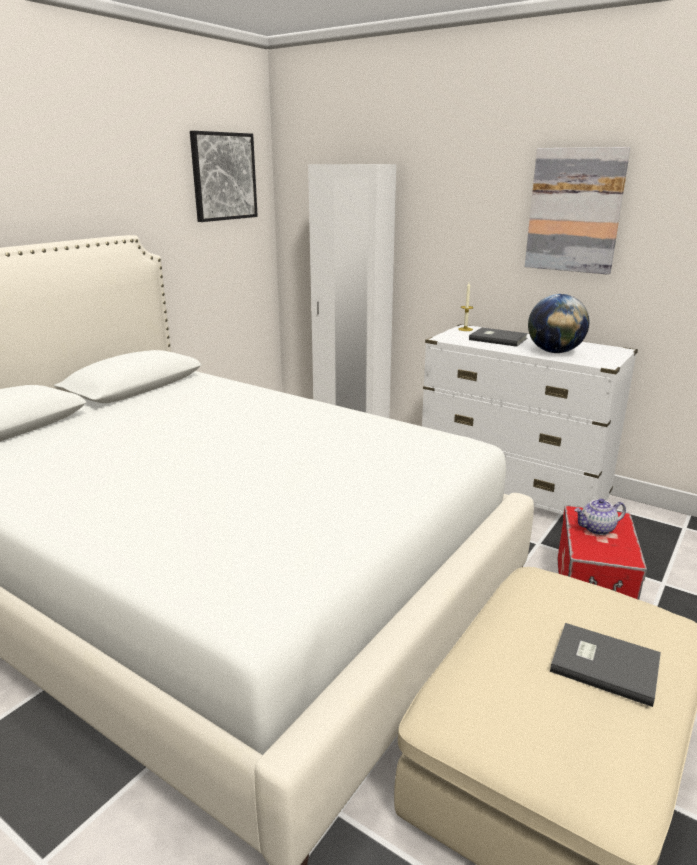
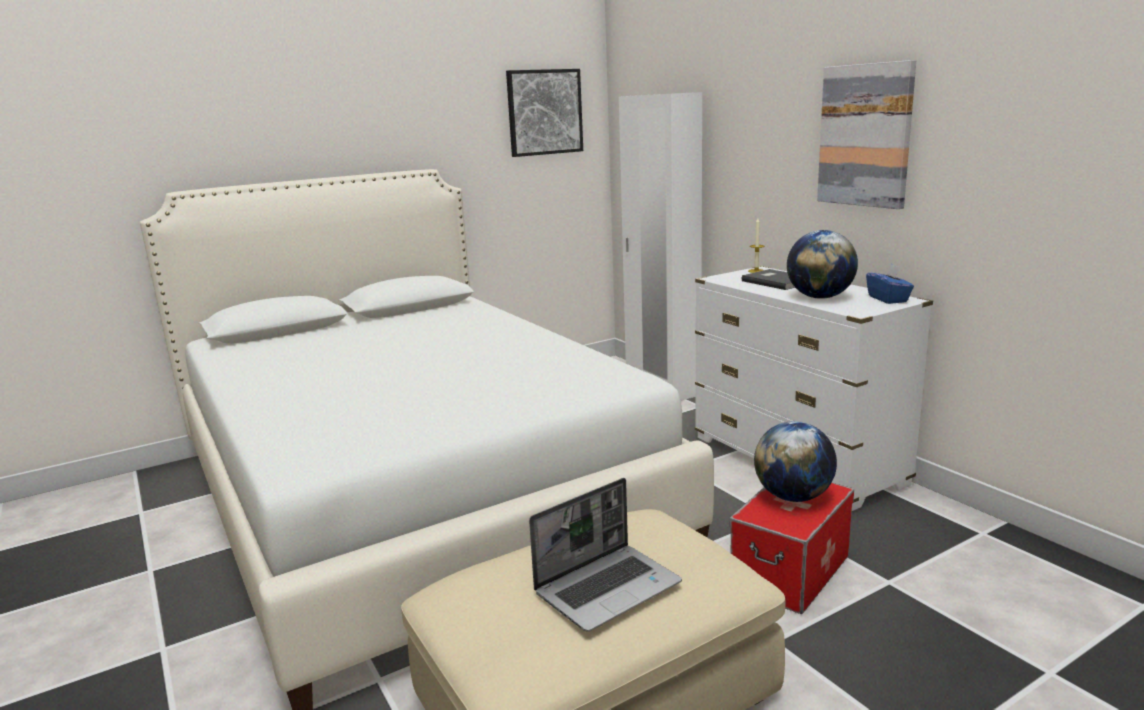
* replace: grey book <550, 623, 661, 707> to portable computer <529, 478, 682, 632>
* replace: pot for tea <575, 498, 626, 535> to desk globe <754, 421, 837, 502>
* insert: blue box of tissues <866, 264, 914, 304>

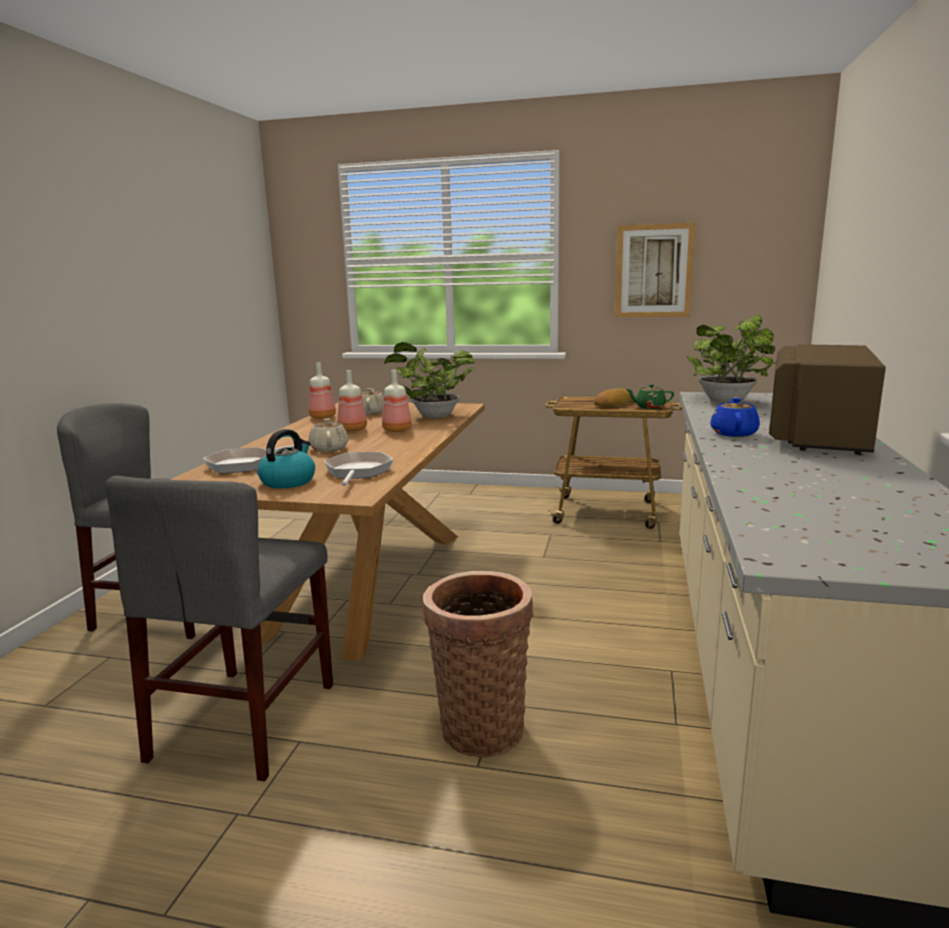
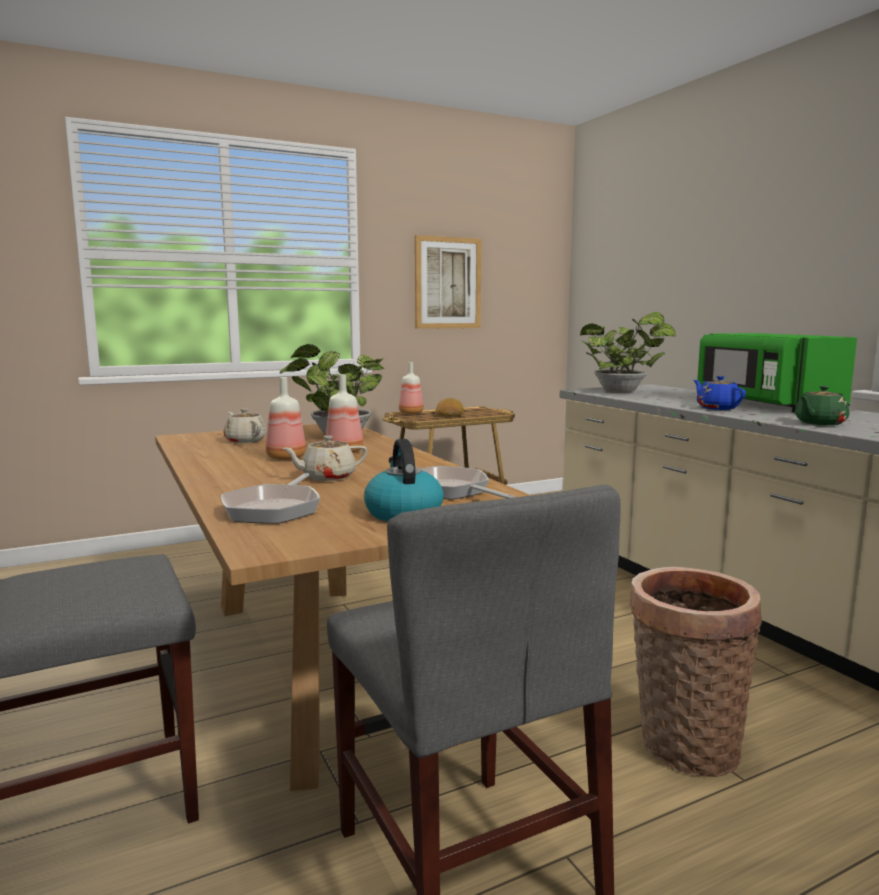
* rotate: sand-coloured pot for tea <308, 418, 348, 452> = <282, 436, 367, 481> 60 degrees counterclockwise
* move: beverage bottle <309, 362, 336, 419> to <399, 362, 424, 414>
* recolor: brownish microwave <769, 344, 886, 455> to green microwave <697, 333, 857, 412>
* move: green pot for tea <626, 384, 674, 409> to <795, 386, 850, 425>

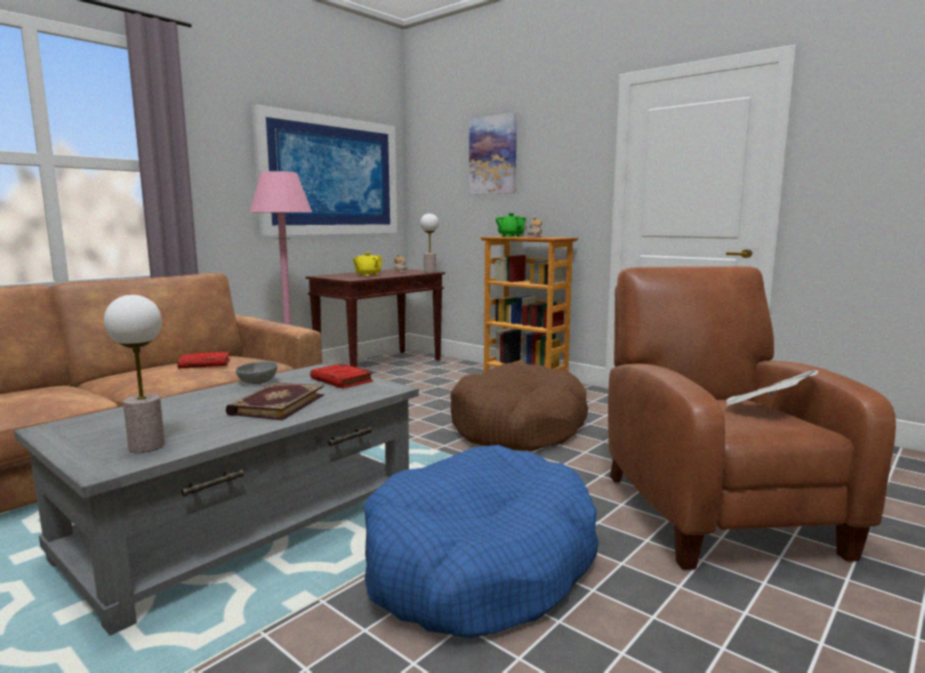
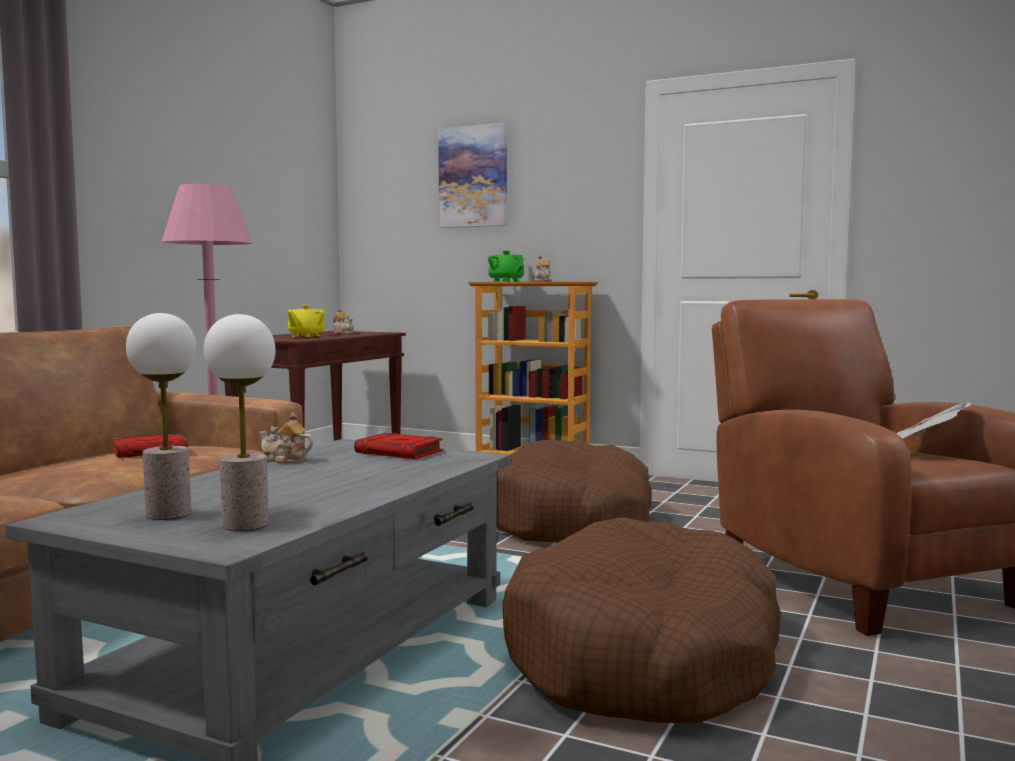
* move: tabletop lamp <420, 213, 439, 273> to <126, 313, 196, 520>
* replace: grey serving bowl <236, 361, 277, 384> to pot for tea <259, 413, 314, 463>
* recolor: blue dog bed <364, 445, 599, 638> to brownish dog bed <502, 517, 781, 723>
* delete: book <226, 382, 324, 420>
* delete: wall art <252, 104, 397, 236>

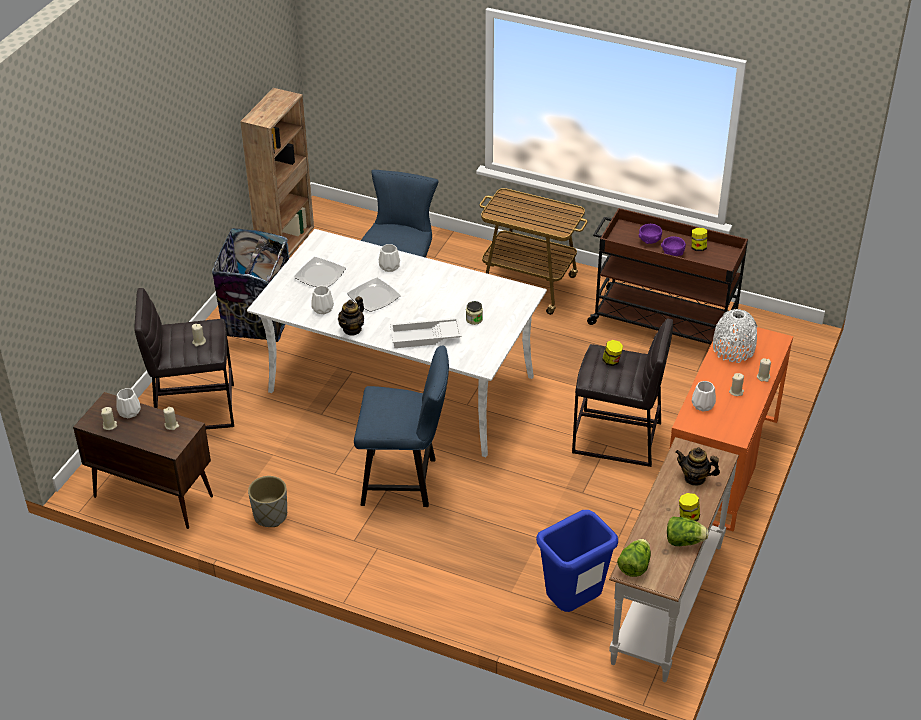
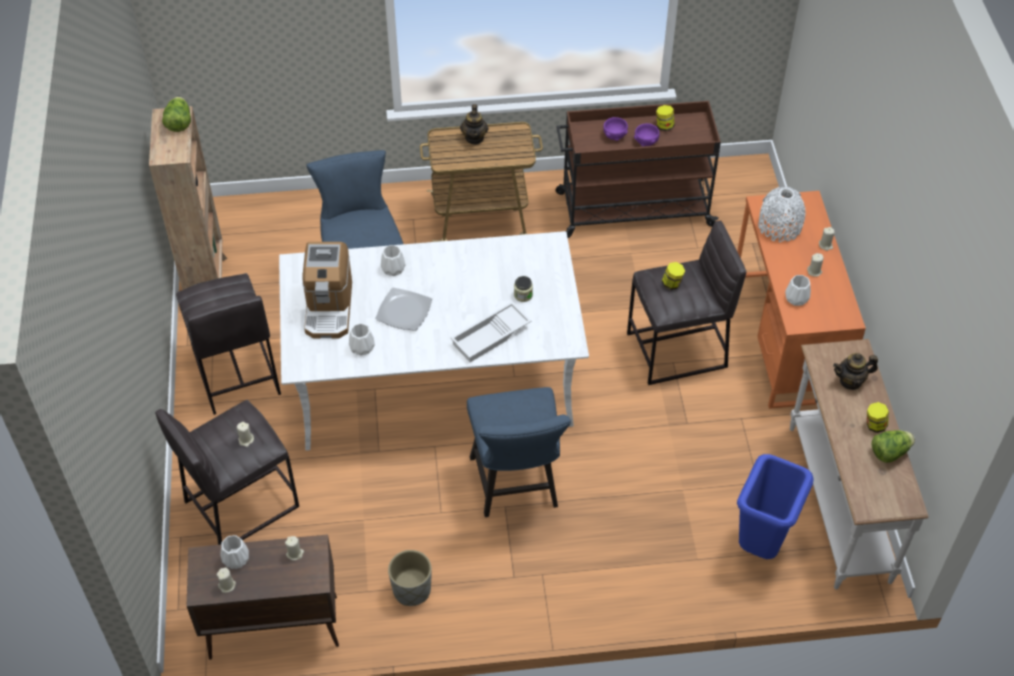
* move: lettuce head <617, 539, 651, 577> to <162, 97, 191, 132>
* replace: rubbish bin <212, 228, 290, 342> to grey stool seat <176, 273, 281, 415>
* replace: dinner plate <294, 257, 346, 287> to coffee machine <302, 242, 352, 339>
* move: pot for tea <338, 296, 364, 336> to <460, 104, 488, 144>
* rotate: blue upright chair <354, 346, 449, 507> = <467, 387, 571, 517> 105 degrees clockwise

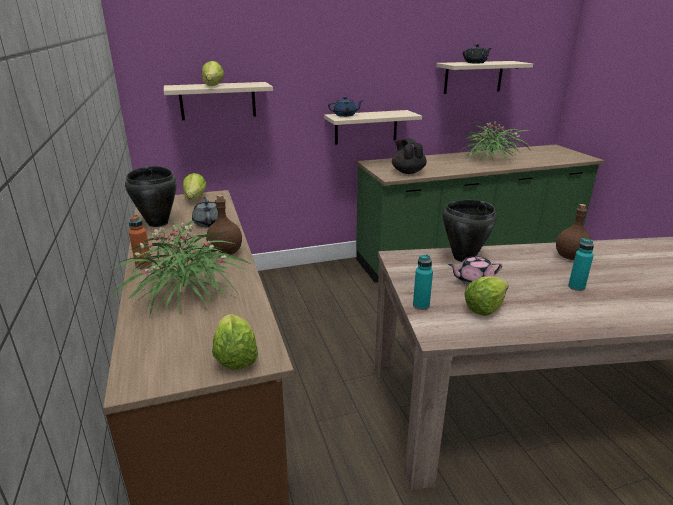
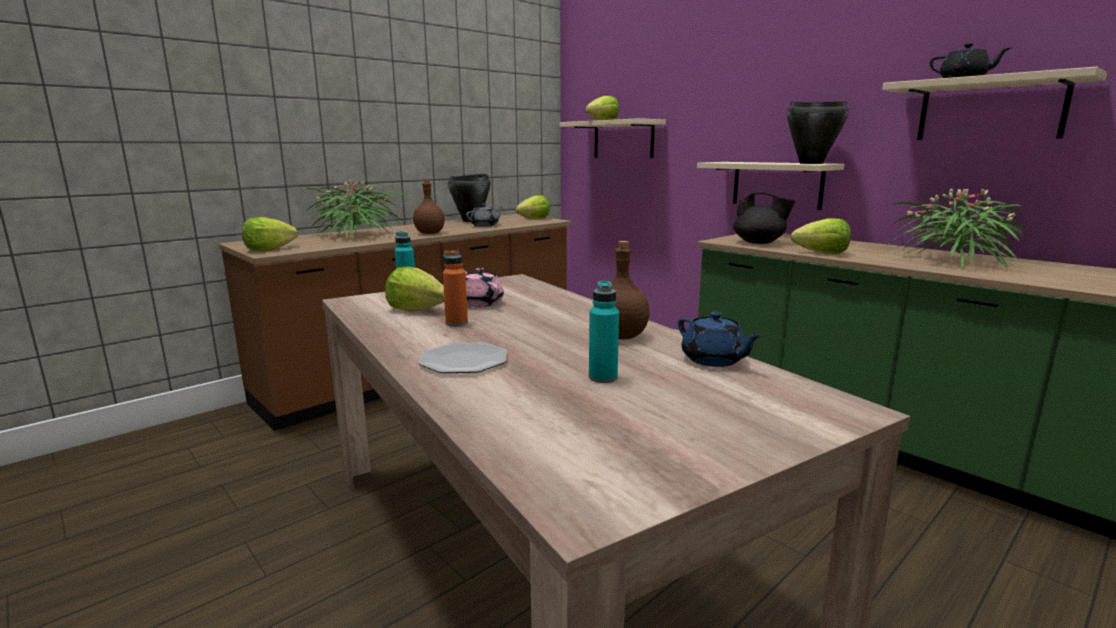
* insert: dinner plate <419, 342, 507, 373>
* move: orange beverage bottle <129, 215, 152, 269> to <443, 250, 468, 327>
* move: blue-green beverage bottle <568, 238, 594, 291> to <589, 281, 619, 383>
* move: blue pot for tea <328, 97, 364, 117> to <678, 312, 762, 367>
* rotate: black pot for tea <392, 139, 427, 174> = <733, 192, 796, 244> 75 degrees clockwise
* move: black stockpot <443, 200, 497, 262> to <787, 101, 849, 164>
* insert: lettuce head <791, 218, 851, 254>

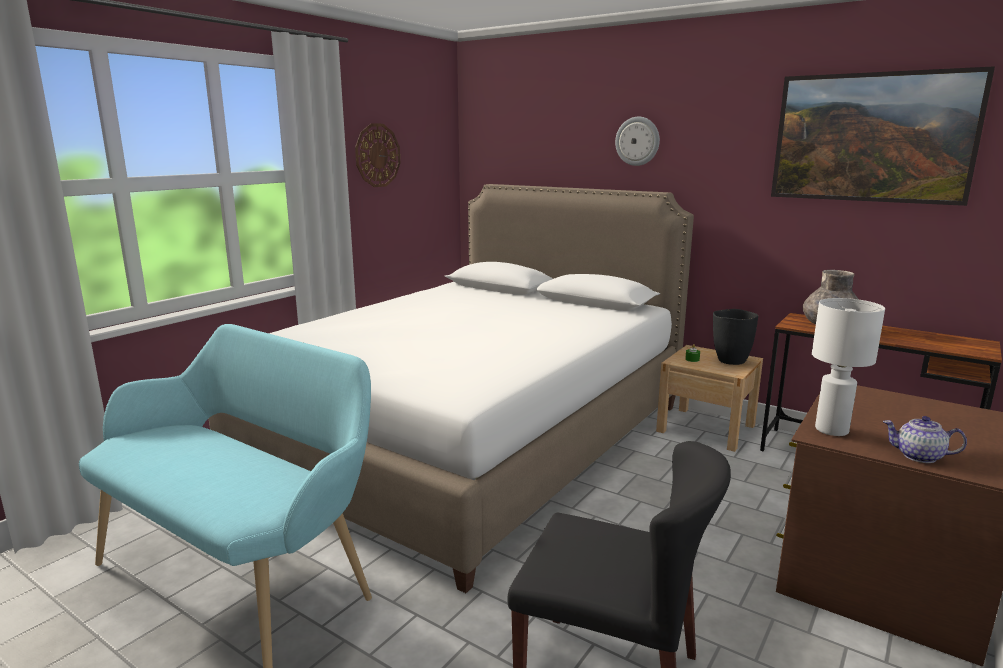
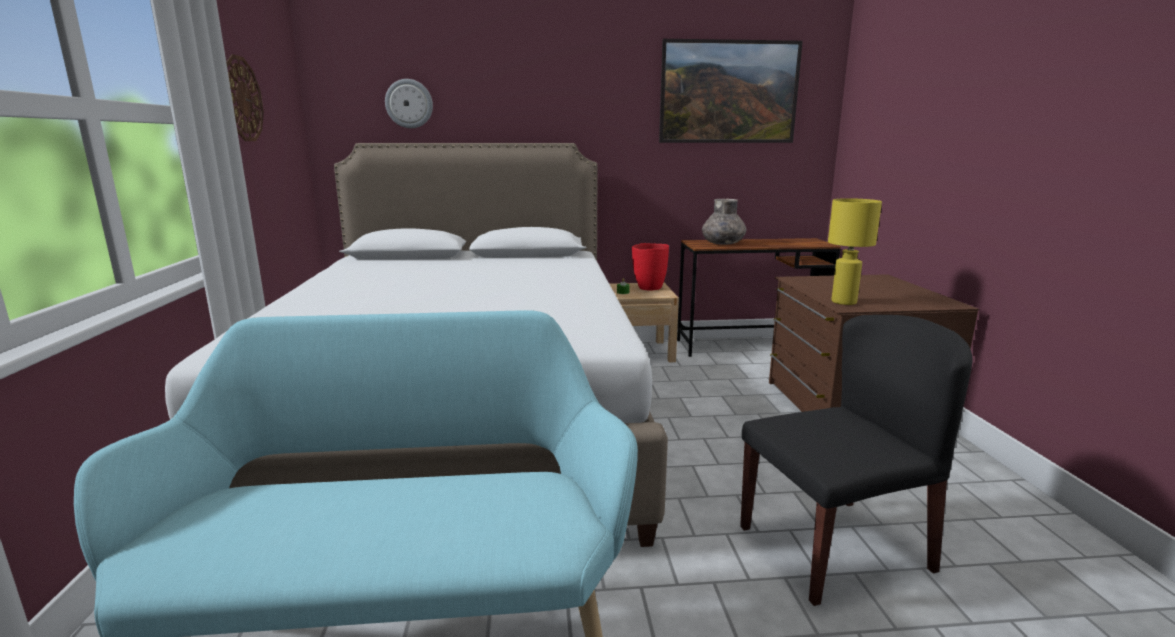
* move: wall clock <615, 117, 660, 166> to <385, 79, 433, 128>
* recolor: black vase <713, 309, 758, 365> to reddish vase <632, 243, 669, 290>
* recolor: white tabletop lamp <812, 298, 885, 436> to yellow-coloured tabletop lamp <828, 198, 882, 305>
* delete: pot for tea <883, 416, 967, 463>

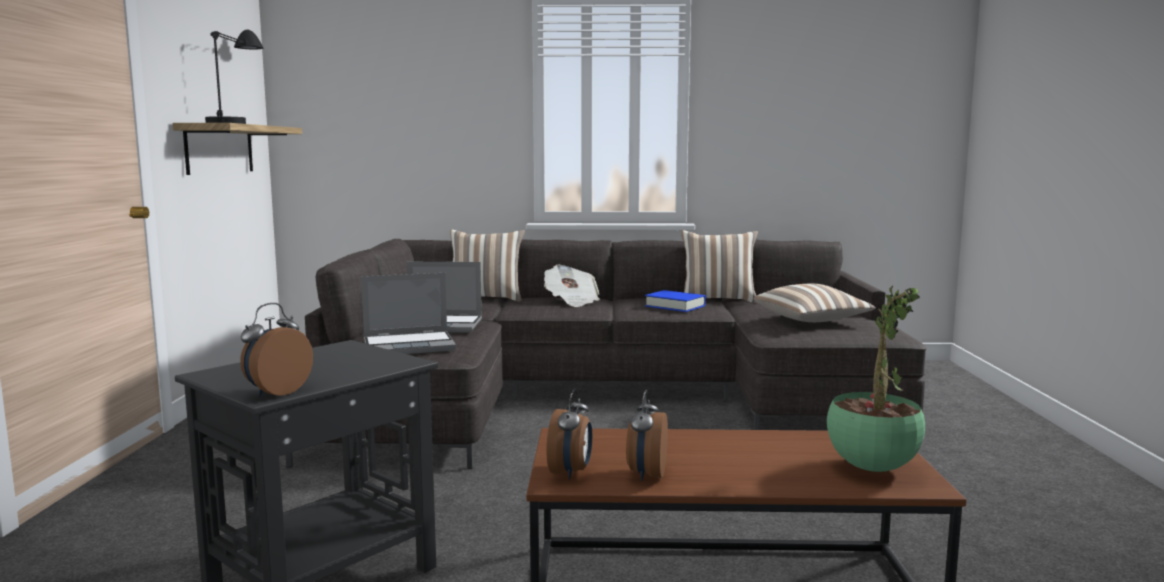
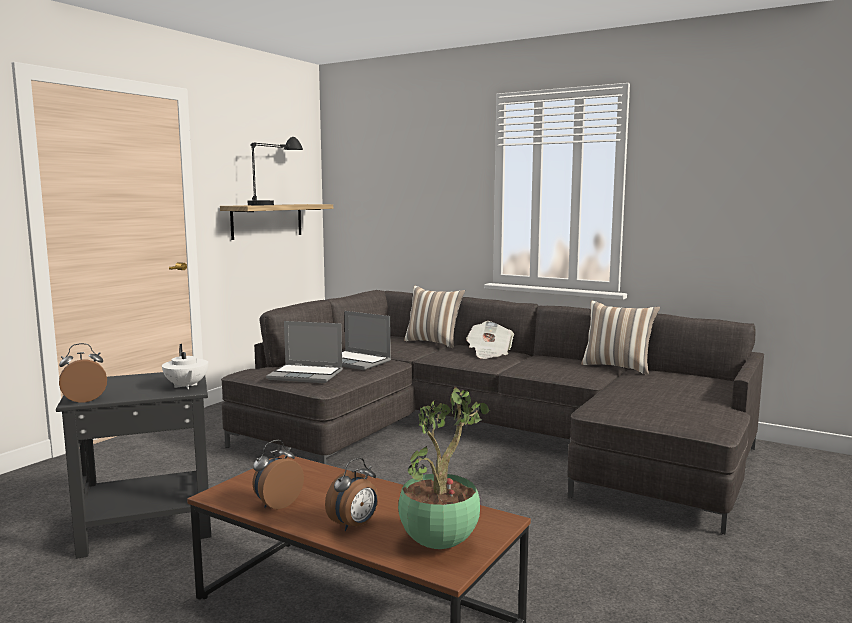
* insert: white pot for tea <162, 344, 208, 389>
* move: alarm clock <546, 389, 592, 479> to <325, 458, 378, 531>
* delete: blue book <645, 290, 706, 312>
* delete: pillow <754, 284, 876, 322>

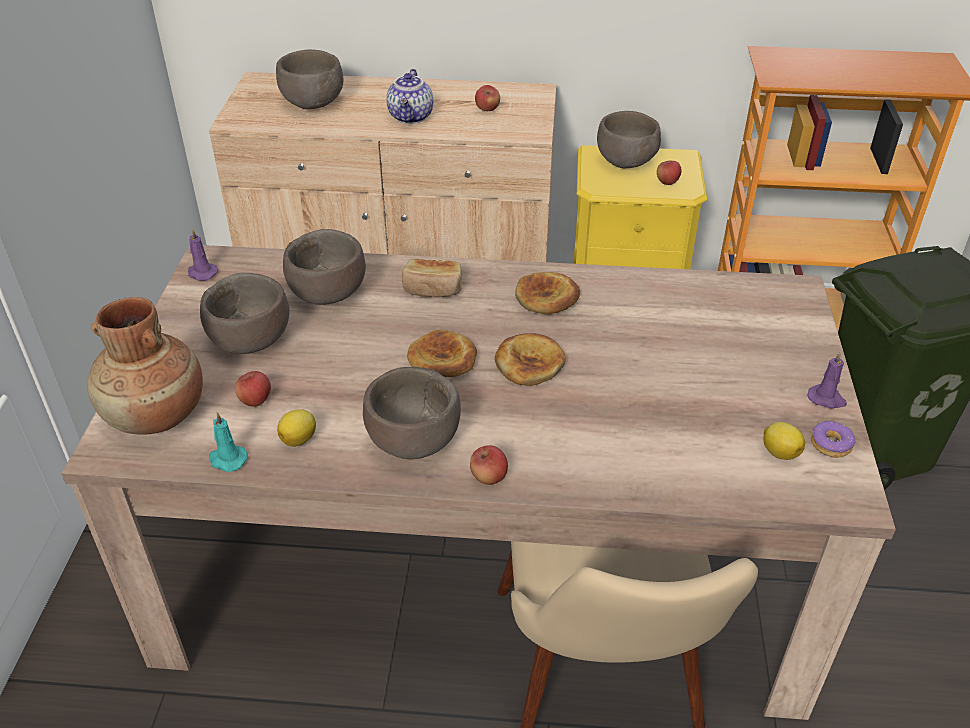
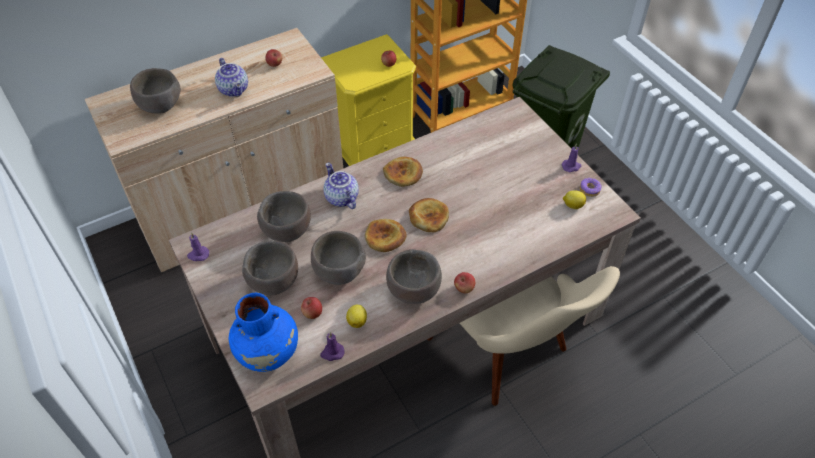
* recolor: brownish vase <87, 297, 203, 435> to blue vase <229, 293, 298, 372>
* move: brownish serving bowl <597, 111, 661, 168> to <311, 231, 366, 285>
* recolor: blue-green candle <209, 412, 248, 472> to purplish candle <320, 332, 345, 361>
* replace: baked bread <402, 259, 462, 297> to pot for tea <323, 163, 359, 209>

